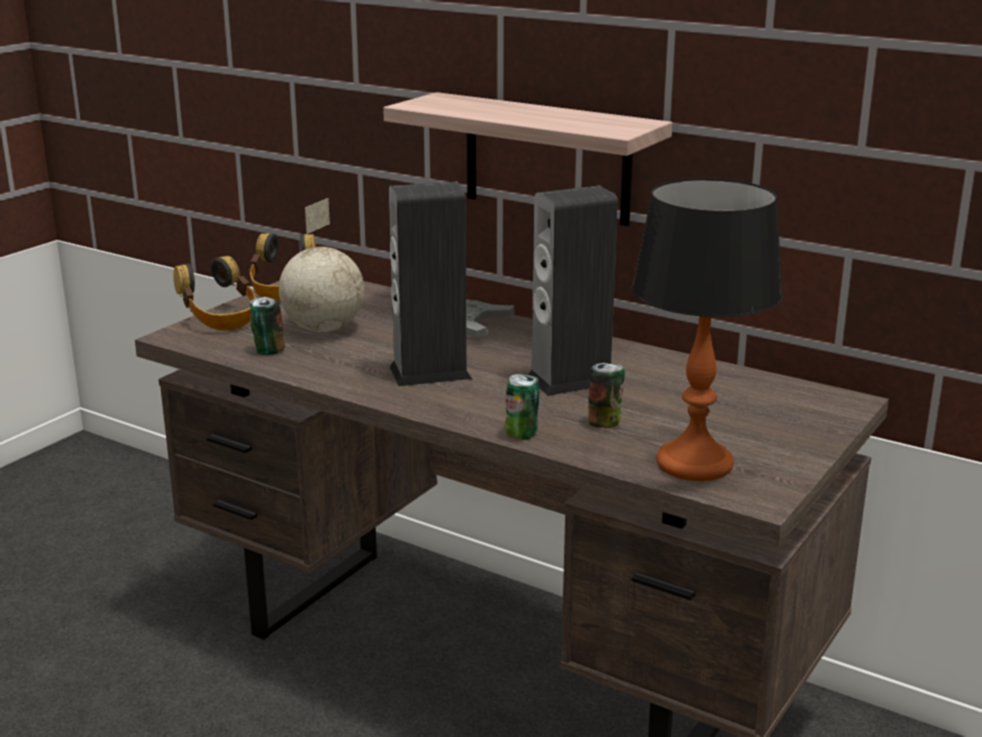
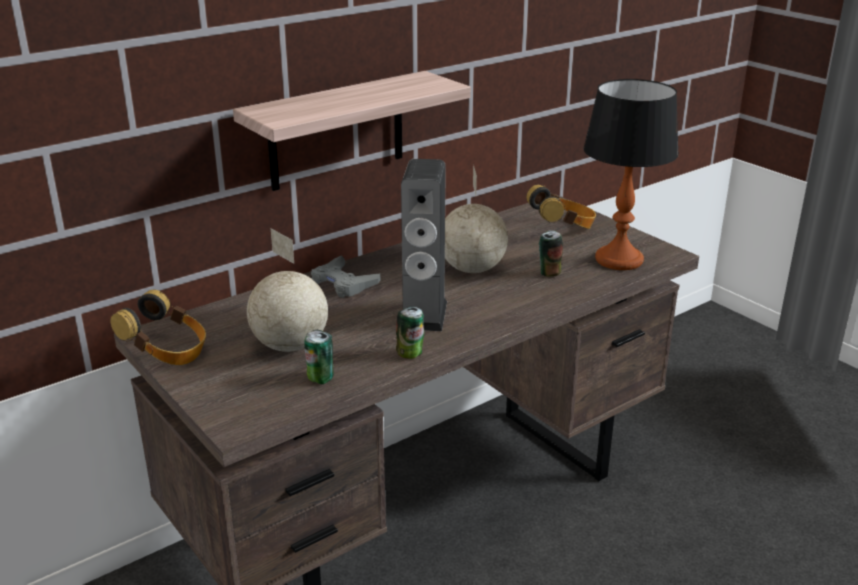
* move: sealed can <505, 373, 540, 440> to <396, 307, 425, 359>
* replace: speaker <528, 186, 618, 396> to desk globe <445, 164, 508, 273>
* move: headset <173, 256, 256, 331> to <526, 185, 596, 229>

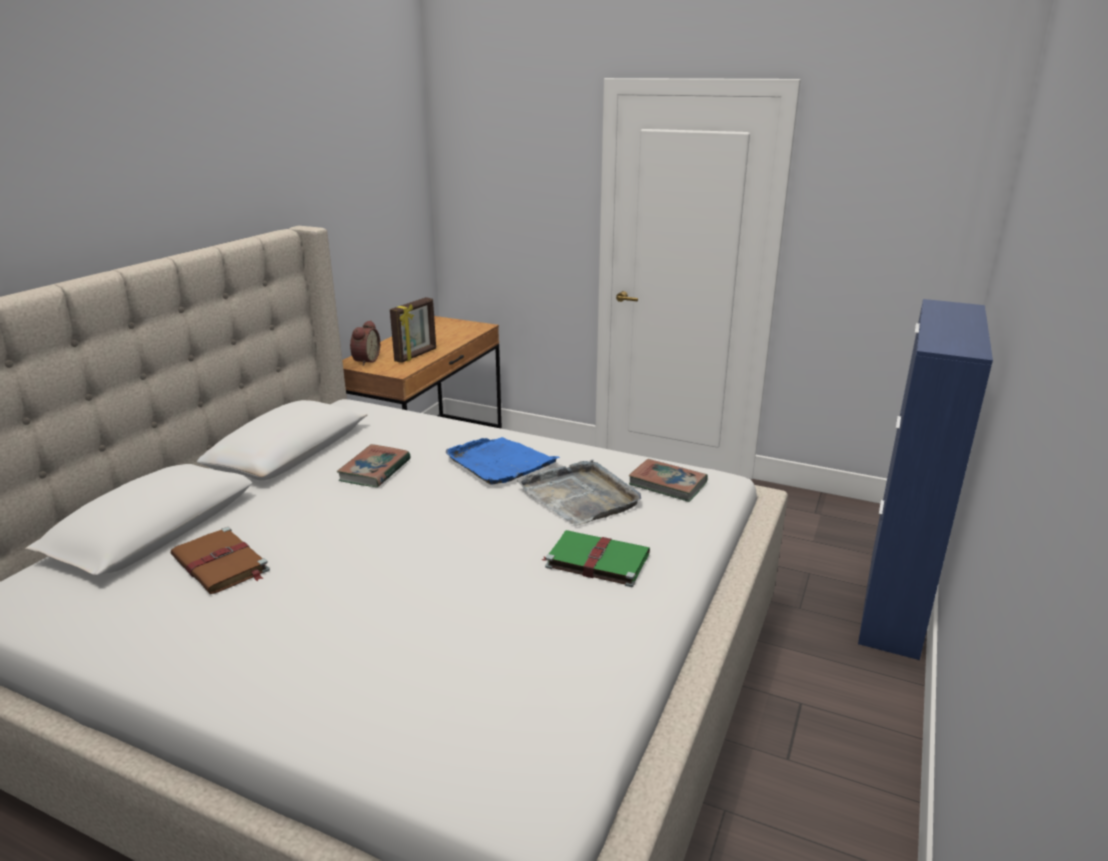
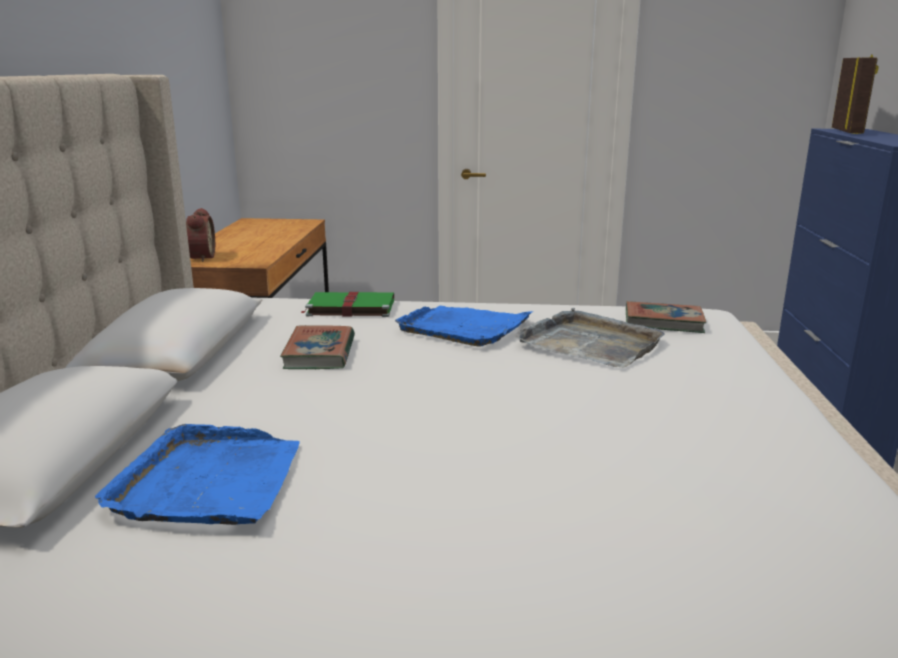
* replace: brownish book <171, 527, 270, 594> to blue carrying tray <95, 424, 300, 525>
* move: green book <542, 530, 650, 587> to <301, 292, 394, 317>
* move: photo frame <390, 297, 436, 363> to <832, 55, 879, 134>

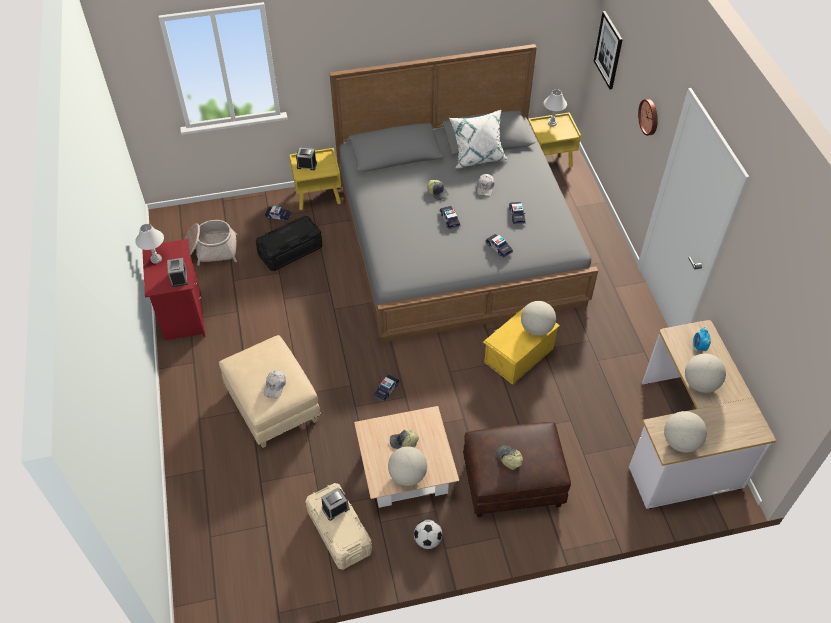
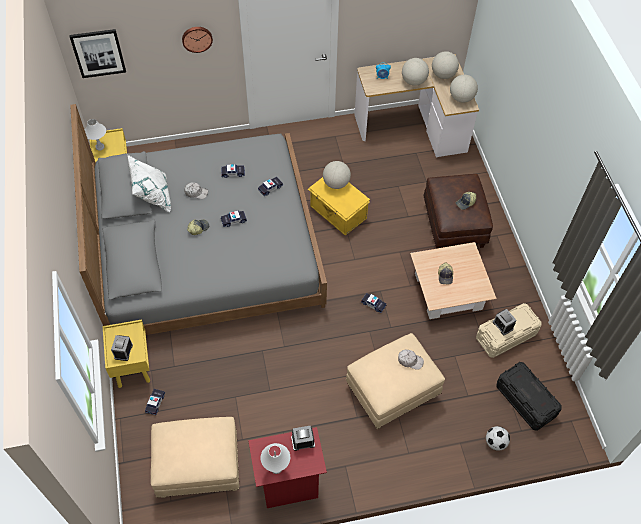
* replace: household basket <184, 220, 237, 266> to sand-coloured pouffe <151, 417, 239, 498>
* move: desk globe <388, 446, 427, 486> to <432, 51, 459, 79>
* move: football ball <414, 520, 442, 549> to <486, 426, 510, 451>
* move: black storage box <256, 216, 322, 271> to <496, 362, 562, 431>

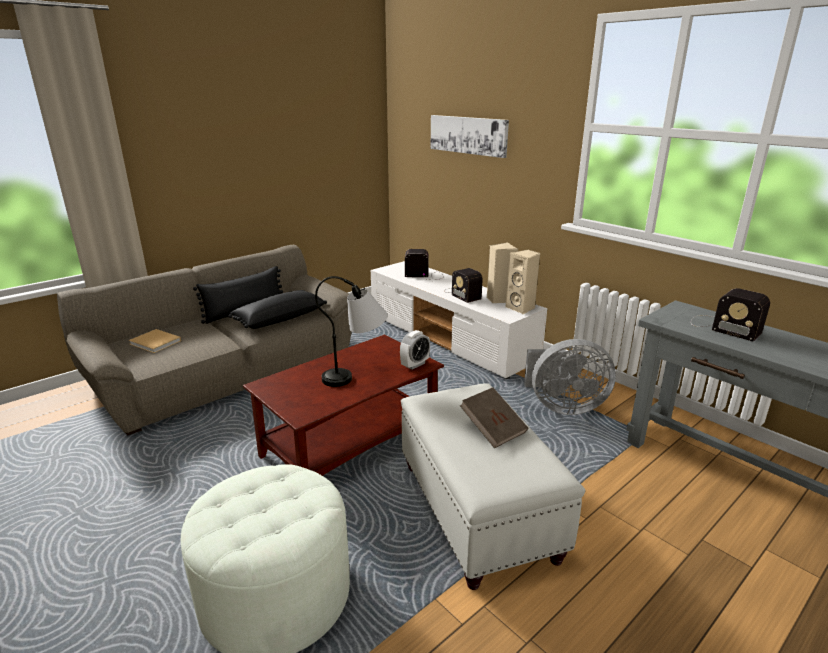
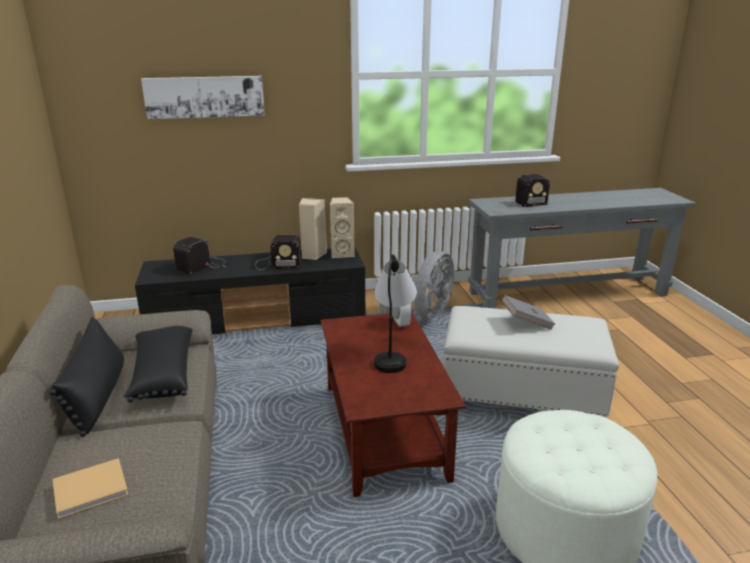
* recolor: white tv stand <371, 261, 547, 379> to black tv stand <135, 246, 365, 334>
* recolor: brownish book <460, 387, 528, 448> to grey book <502, 295, 555, 330>

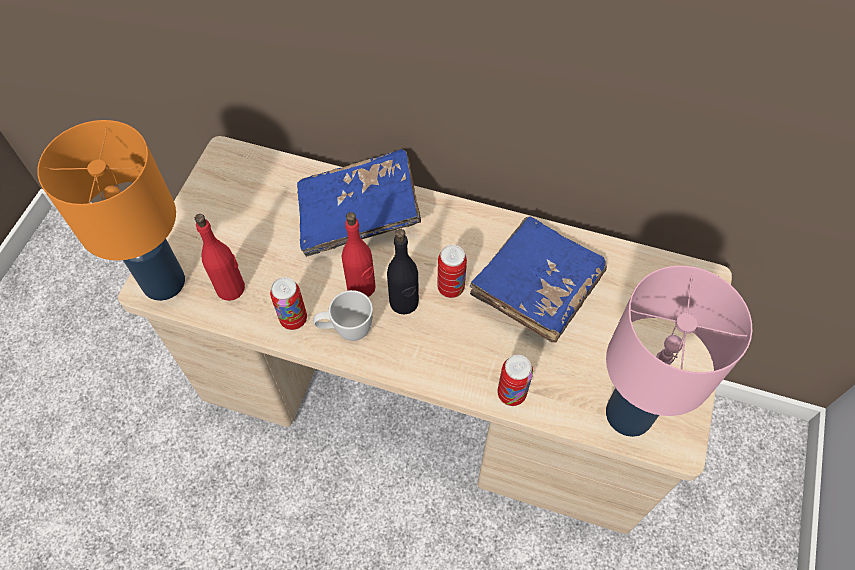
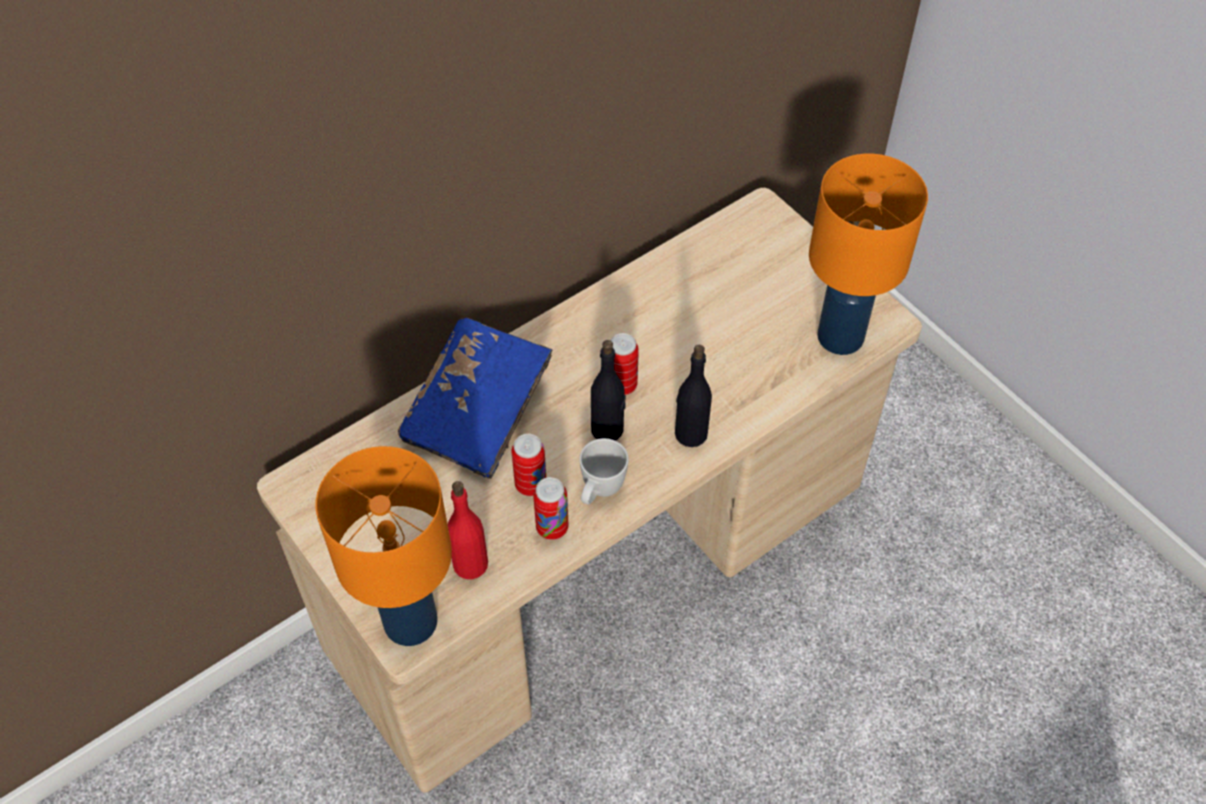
* move: sealed can <497, 355, 533, 406> to <512, 434, 546, 496>
* insert: black beverage bottle <675, 345, 712, 447>
* recolor: pink-coloured tabletop lamp <606, 266, 752, 437> to orange tabletop lamp <809, 154, 928, 355>
* delete: reddish beverage bottle <342, 212, 376, 297>
* delete: blue book <469, 216, 607, 343>

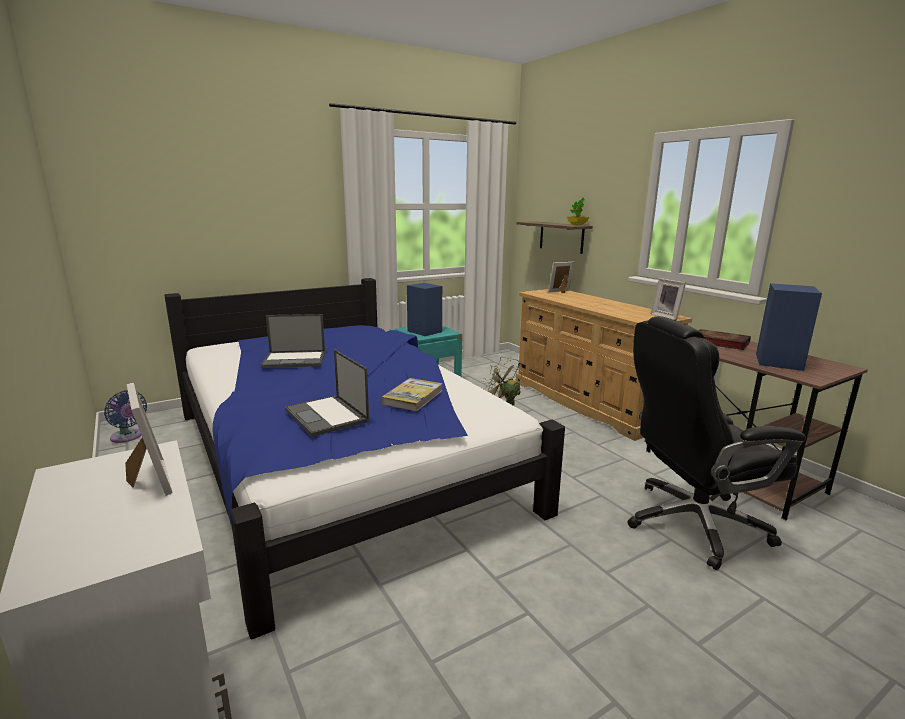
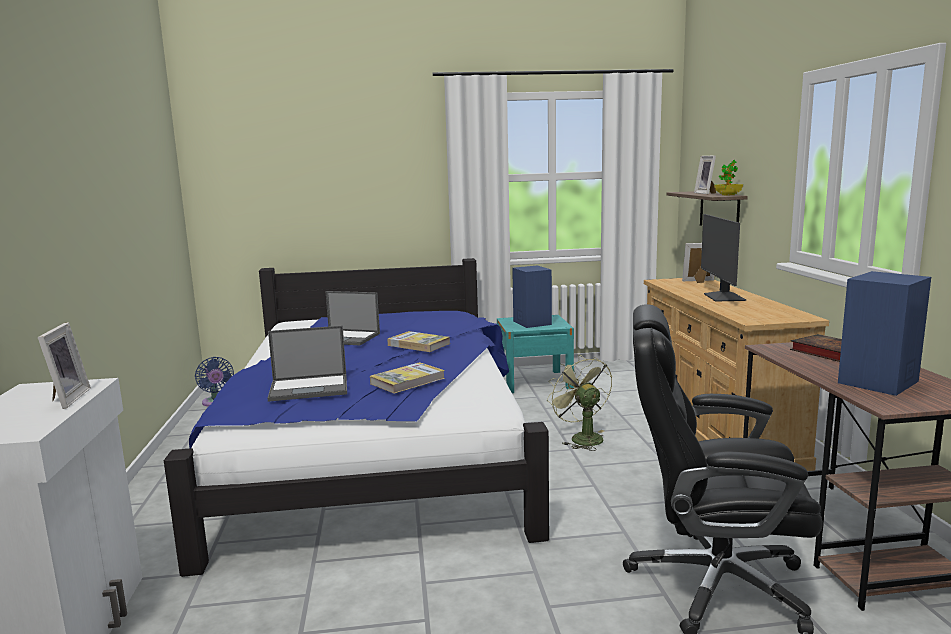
* rotate: portable computer <285, 349, 369, 437> = <268, 326, 347, 402> 90 degrees counterclockwise
* insert: book <387, 331, 450, 352>
* move: photo frame <651, 278, 686, 321> to <694, 156, 716, 194>
* insert: computer display <701, 214, 746, 302>

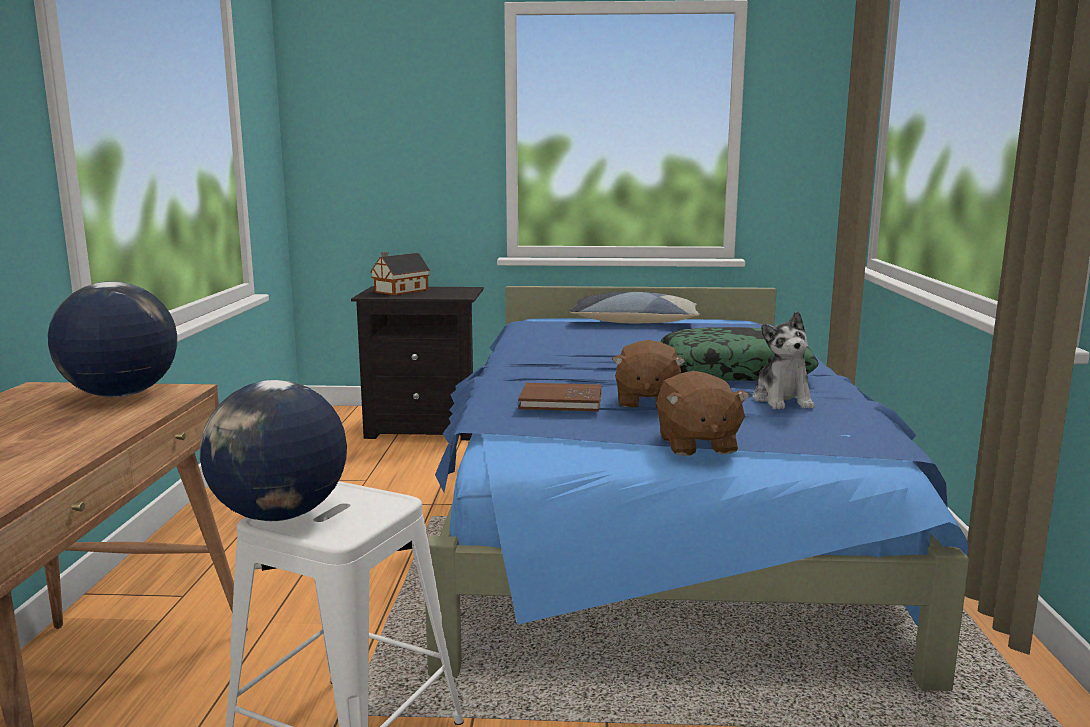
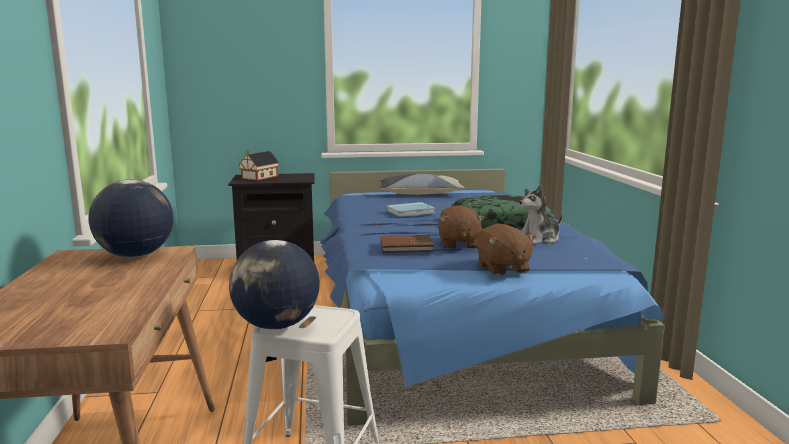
* insert: blue book <386, 202, 435, 217>
* rotate: plush toy <753, 311, 815, 409> = <519, 185, 563, 244> 75 degrees clockwise

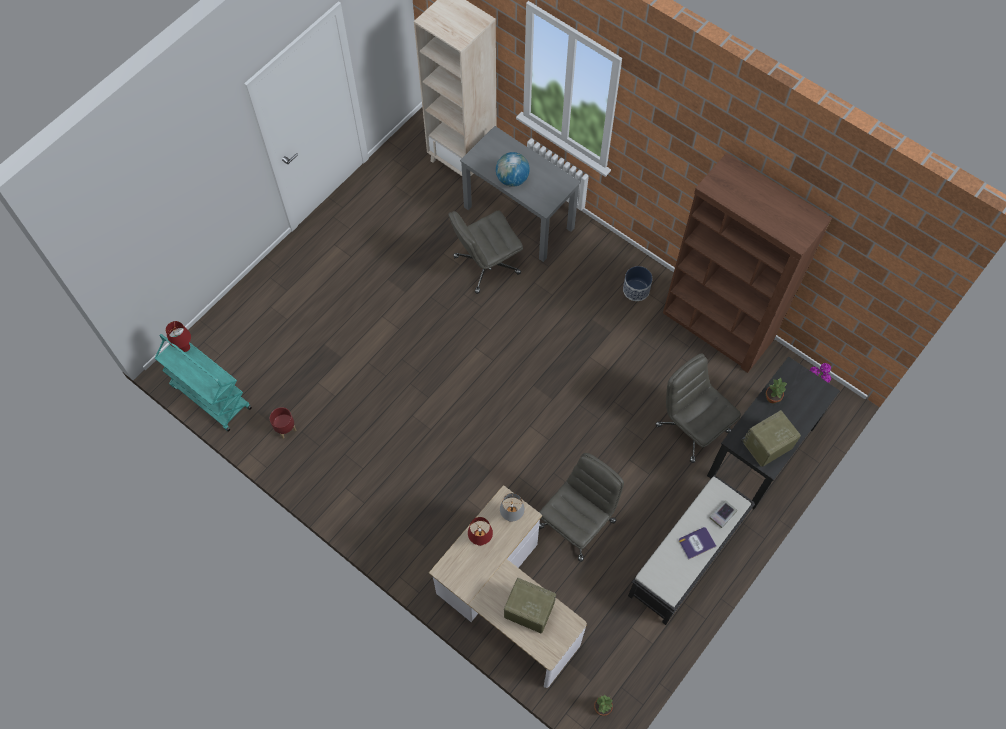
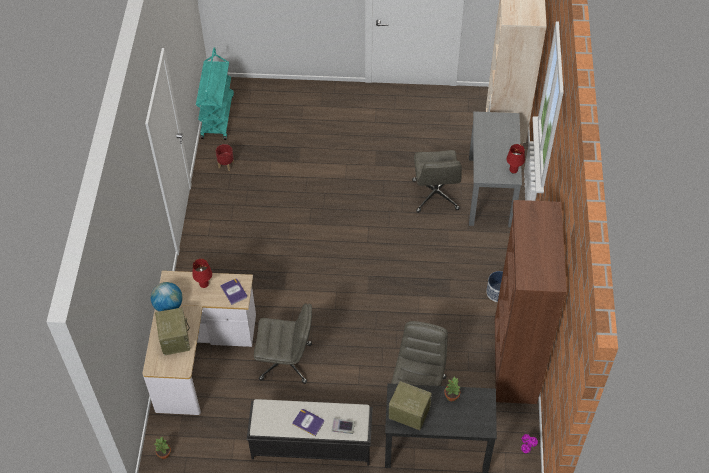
* move: desk globe <496, 152, 530, 187> to <151, 282, 183, 311>
* replace: grey tabletop lamp <500, 493, 525, 522> to book <220, 278, 247, 305>
* rotate: grey office chair <448, 210, 523, 294> = <412, 150, 462, 213> 120 degrees counterclockwise
* move: reddish tabletop lamp <166, 321, 191, 352> to <507, 144, 525, 174>

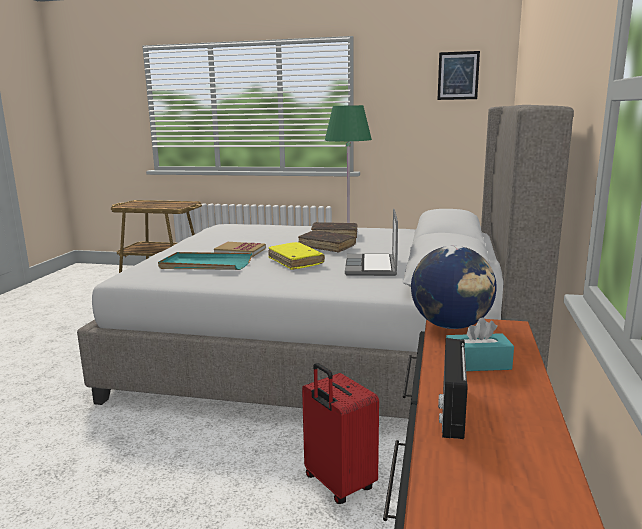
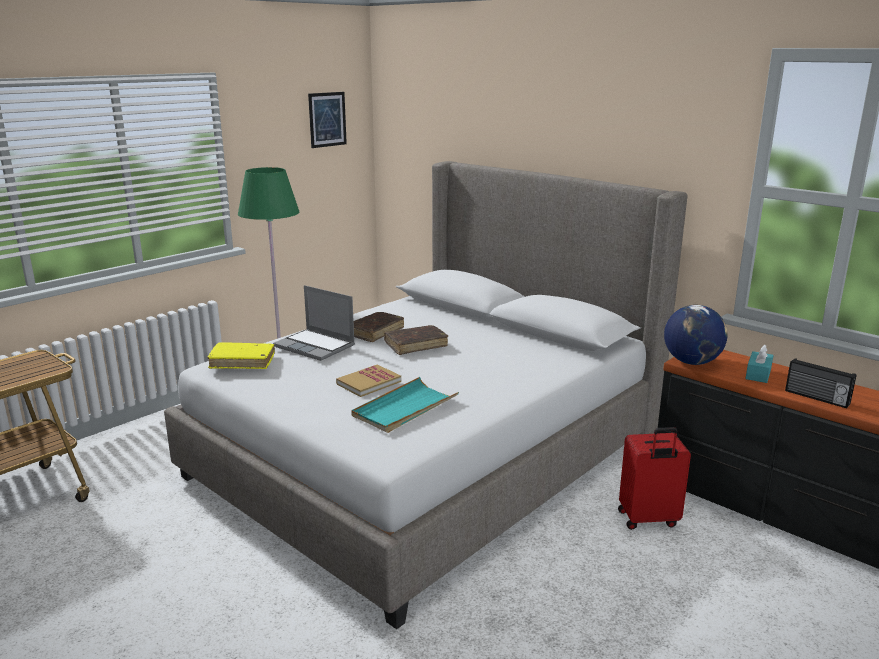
* move: yellow-coloured book <268, 242, 325, 270> to <207, 342, 275, 369>
* move: portable computer <345, 209, 398, 276> to <273, 285, 355, 361>

